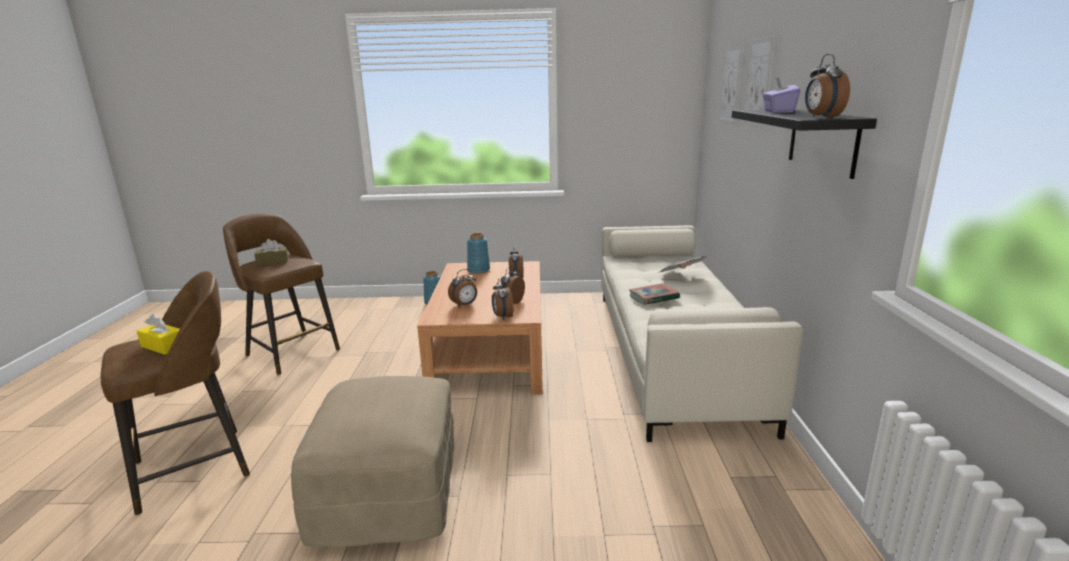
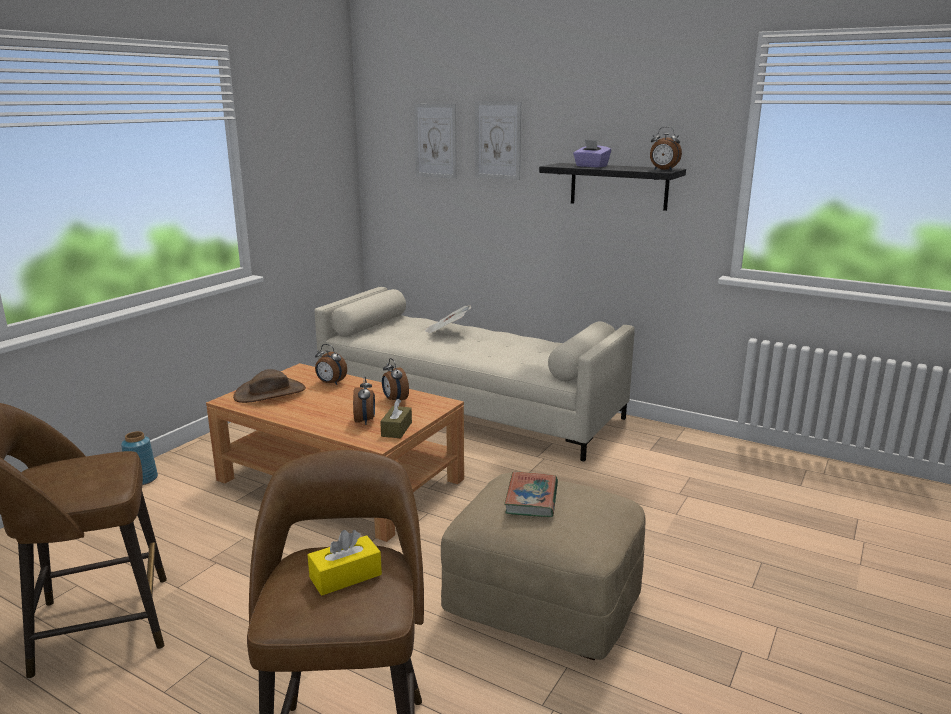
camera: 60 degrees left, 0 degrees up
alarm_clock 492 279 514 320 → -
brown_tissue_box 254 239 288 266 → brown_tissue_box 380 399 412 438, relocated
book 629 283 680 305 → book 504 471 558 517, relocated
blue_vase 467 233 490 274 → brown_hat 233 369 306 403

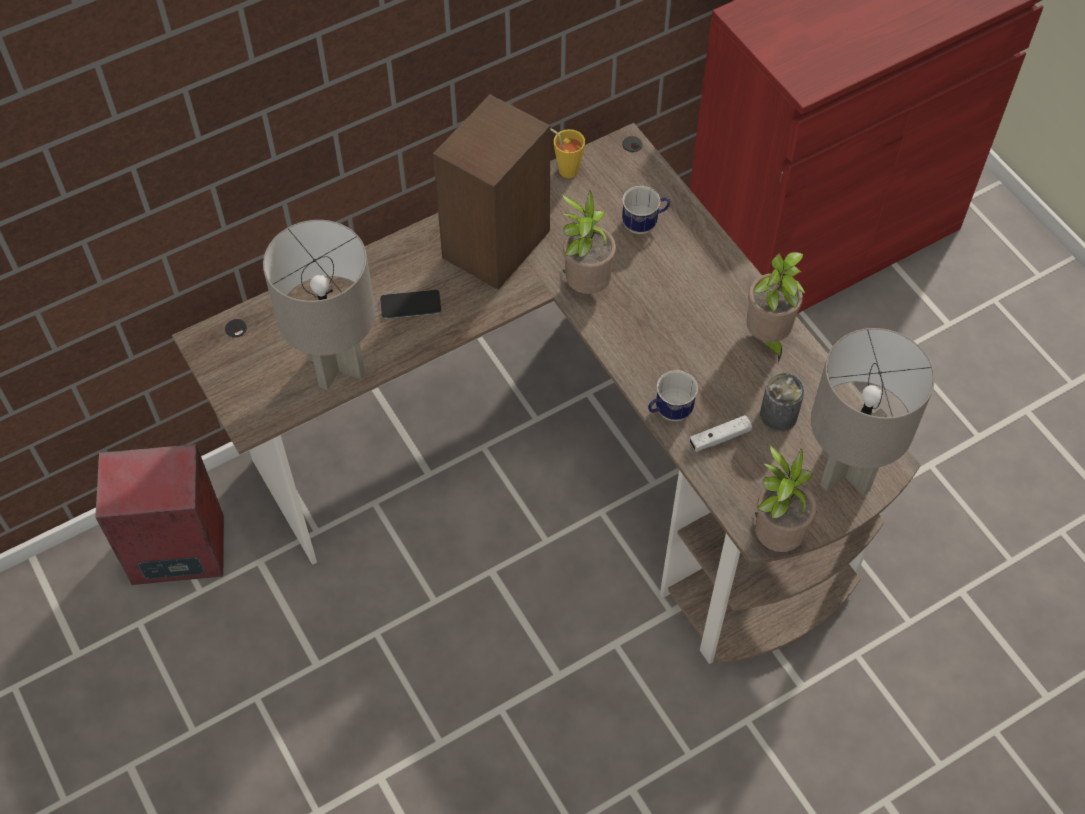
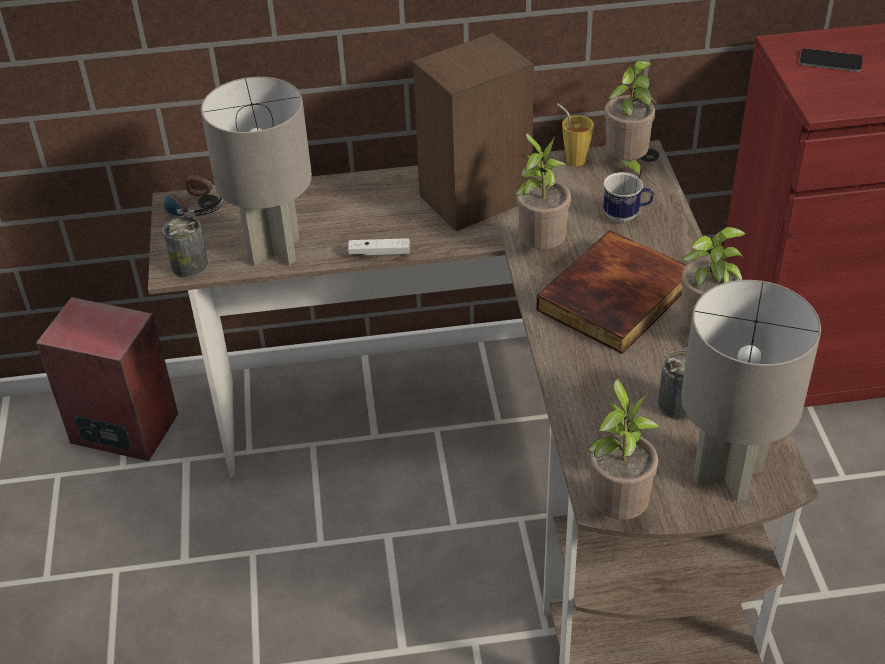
camera: 25 degrees right, 15 degrees down
mug 648 370 698 421 → -
- → can 163 216 208 278
- → headphones 164 175 223 217
- → book 537 230 686 354
- → potted_plant 604 61 657 178
phone 380 290 442 319 → phone 799 49 863 72, relocated
white_game_controller 689 415 752 452 → white_game_controller 348 238 410 256, relocated

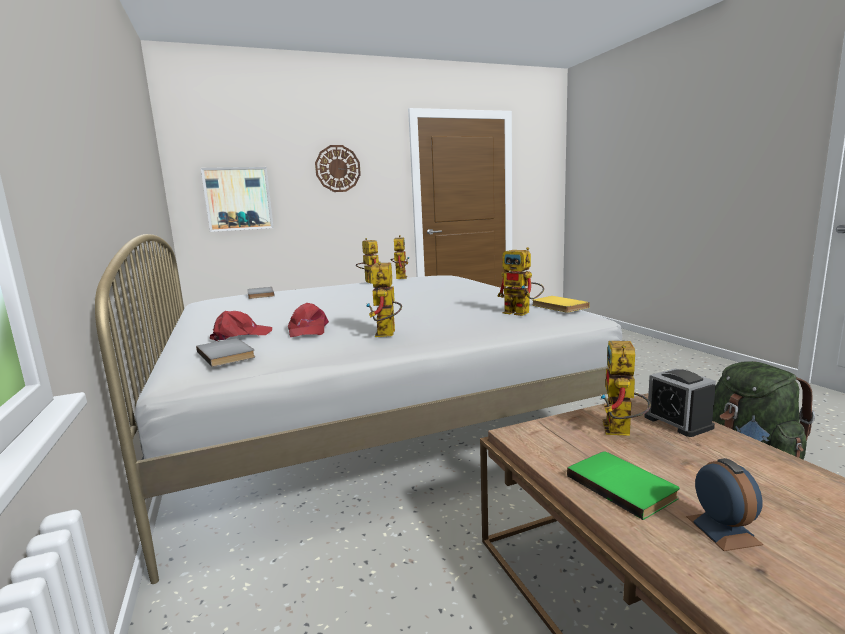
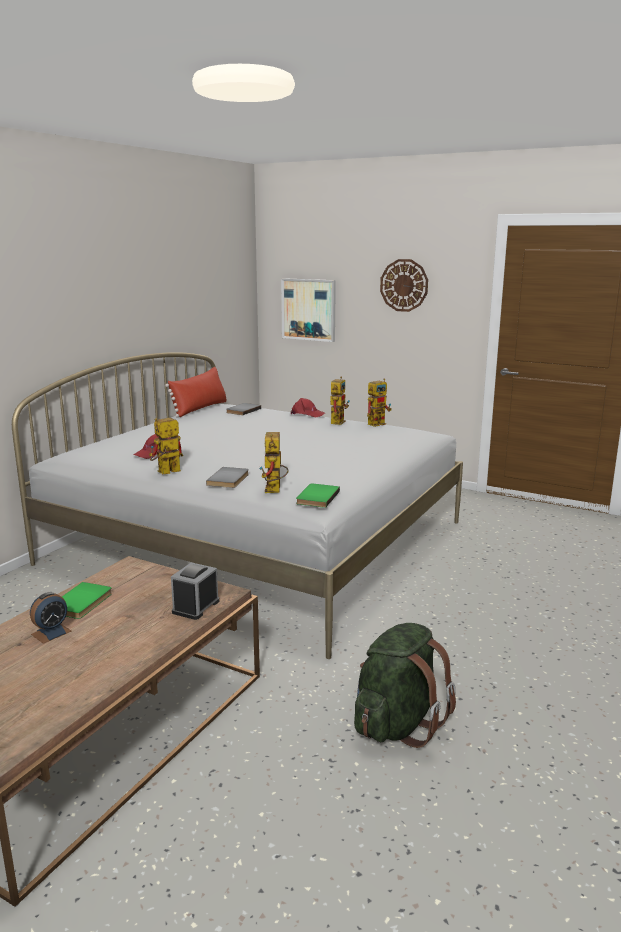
camera: 50 degrees right, 5 degrees up
toy_robot 600 341 651 436 → -
- → red_pillow 165 367 227 418
grey_book 196 338 255 367 → grey_book 206 467 249 488, relocated
red_cap 210 311 272 341 → red_cap 291 398 325 417, relocated
yellow_book 532 296 590 312 → green_book 296 483 340 508

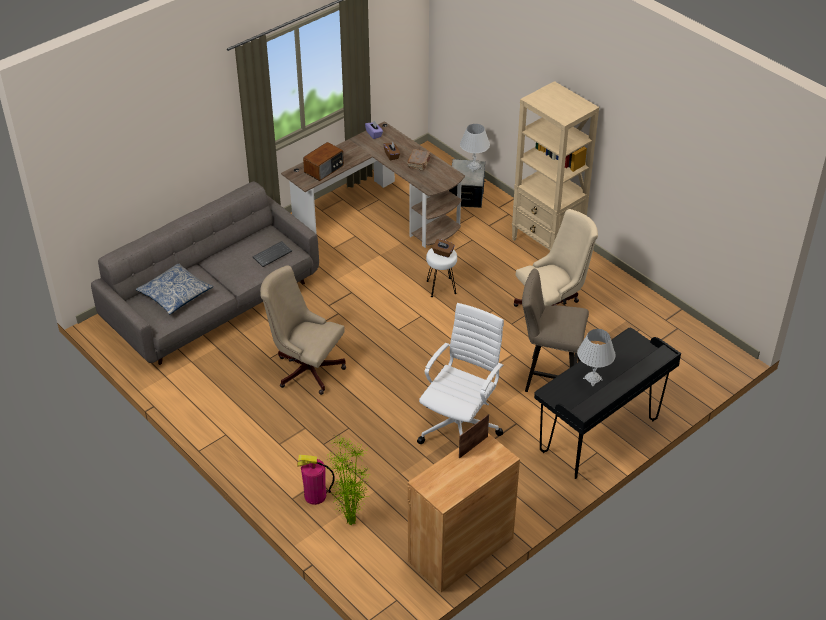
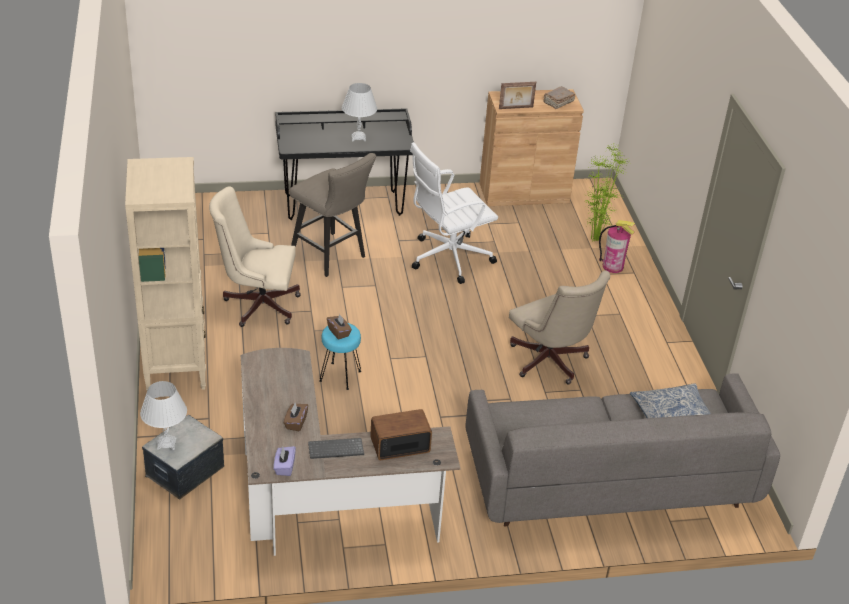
camera: 150 degrees left, 5 degrees down
keyboard 253 241 292 267 → keyboard 308 438 364 459, relocated
brown_book 407 149 431 170 → brown_book 543 86 575 109, relocated
white_stool 426 248 457 297 → turquoise_stool 319 323 361 390

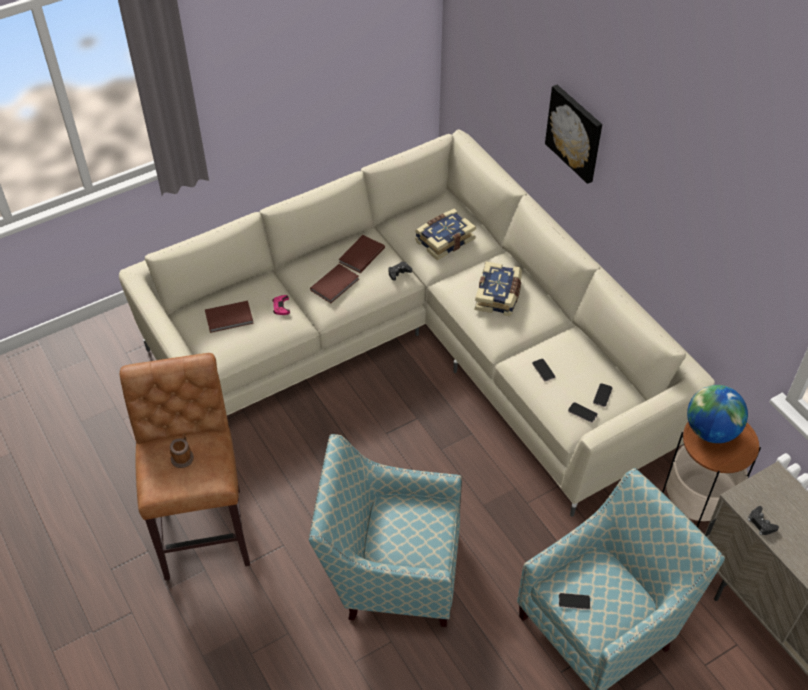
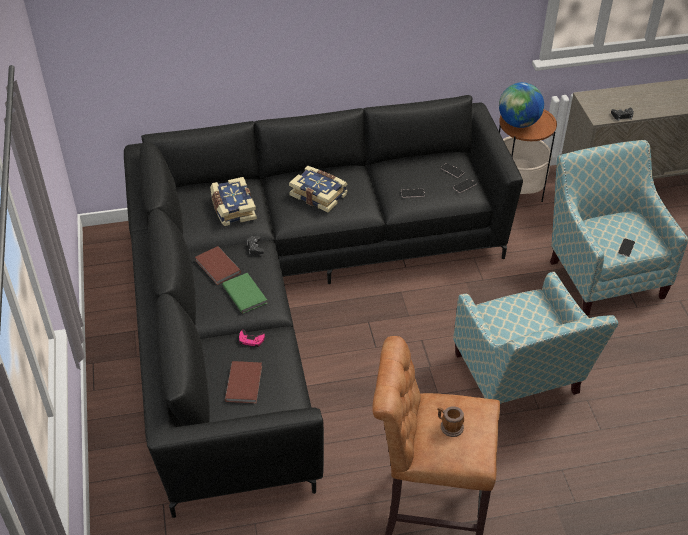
camera: 70 degrees left, 5 degrees down
picture 545 85 602 184 → -
beige_sofa 119 130 715 517 → black_sofa 124 95 523 518
brown_book 310 264 359 303 → green_book 222 273 267 314
armchair 309 434 462 627 → armchair 453 272 618 404, 45 degrees counterclockwise

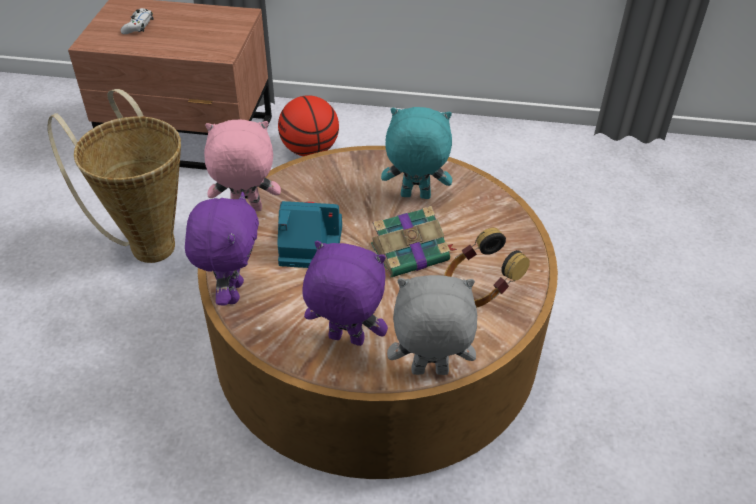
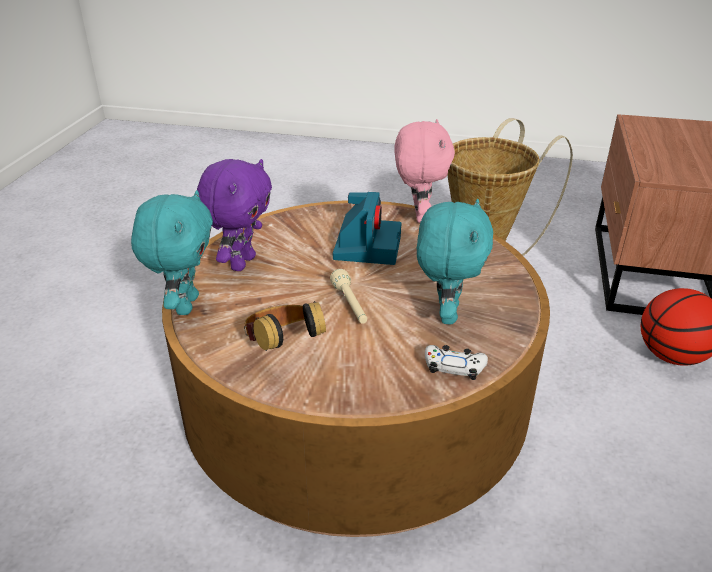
camera: 95 degrees right, 10 degrees down
purple_plush_toy 185 192 259 305 → -
white_game_controller 121 8 153 34 → white_game_controller 425 345 488 380, relocated
book 371 206 457 277 → beige_flashlight 330 269 367 324
grey_plush_toy 387 275 477 375 → turquoise_plush_toy 131 190 213 315

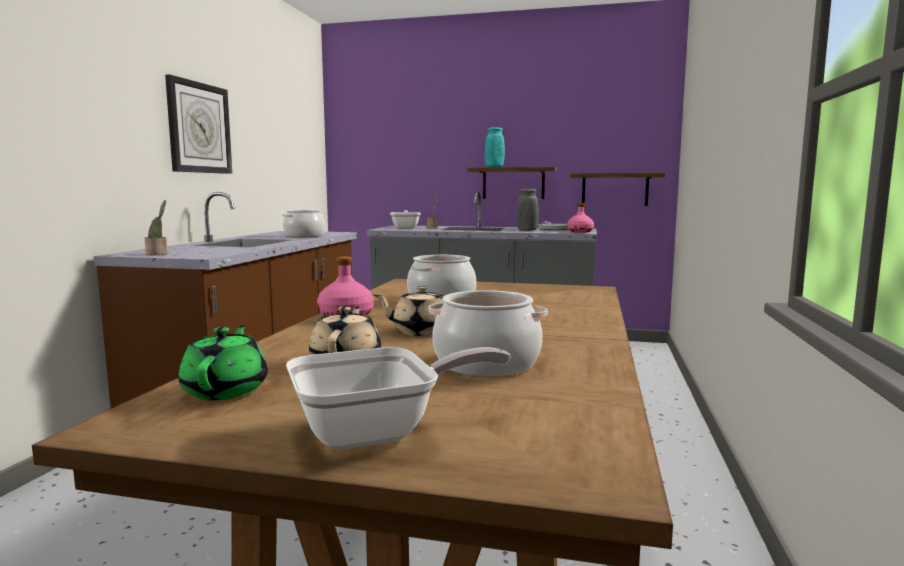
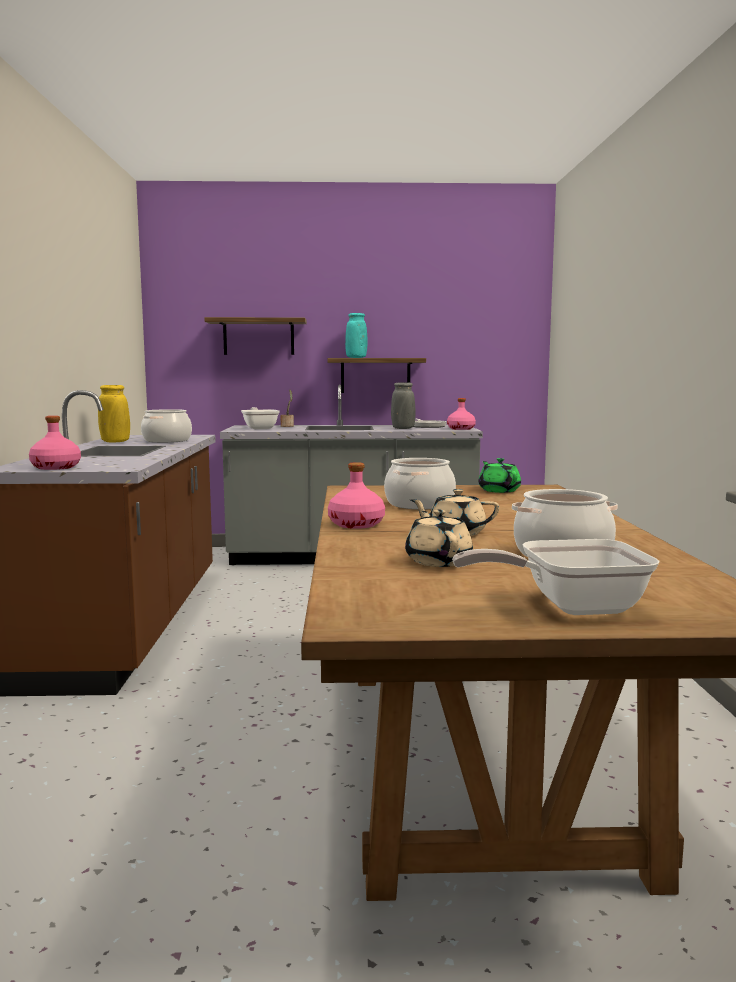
camera: 15 degrees left, 0 degrees up
wall_clock 165 74 232 174 → -
- → yellow_vase 98 385 130 442
green_teapot 178 325 268 400 → green_teapot 478 458 521 493, relocated
shelf 570 173 665 206 → shelf 204 317 307 355, relocated
potted_plant 144 200 167 255 → pink_bottle 29 416 81 470
frying_pan 286 347 510 450 → frying_pan 452 539 660 615, 150 degrees counterclockwise

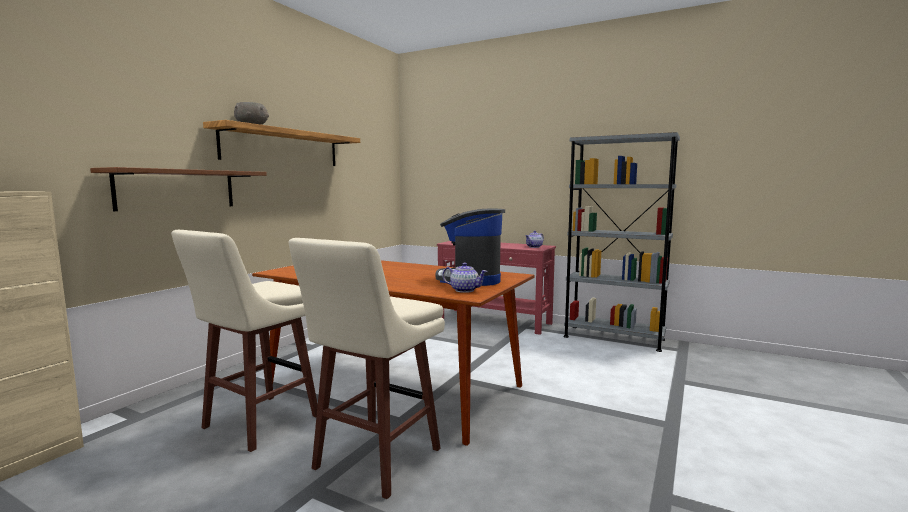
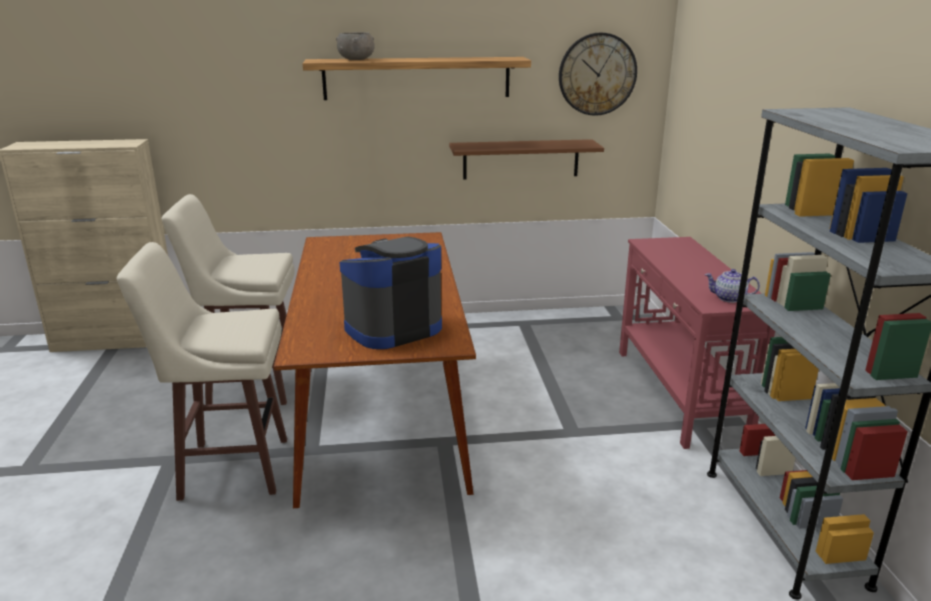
camera: 55 degrees right, 15 degrees up
teapot 442 263 488 293 → -
- → wall_clock 559 32 637 116
brown_shelf 90 167 267 211 → brown_shelf 449 139 604 179, relocated

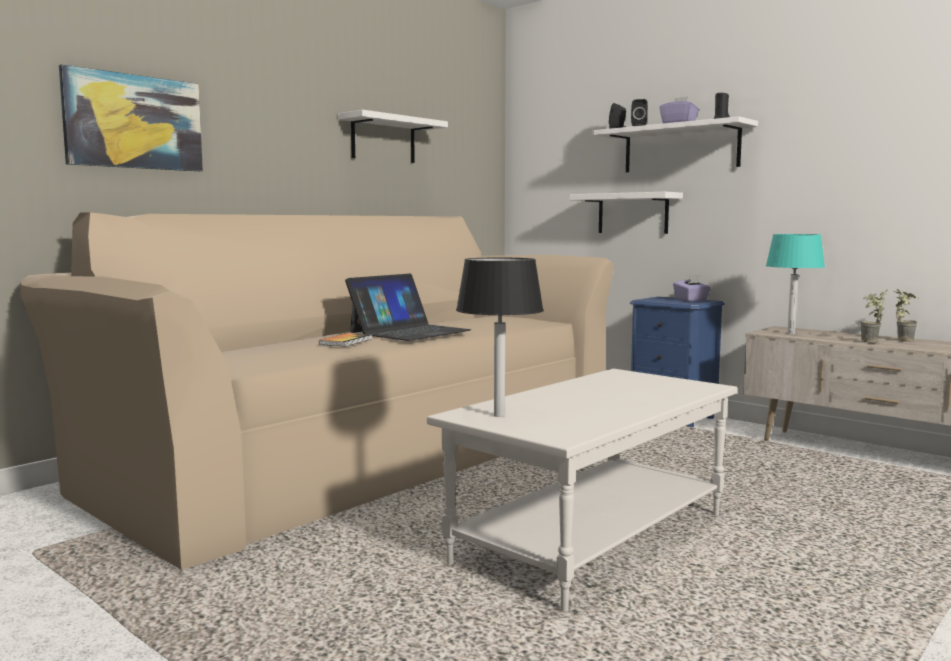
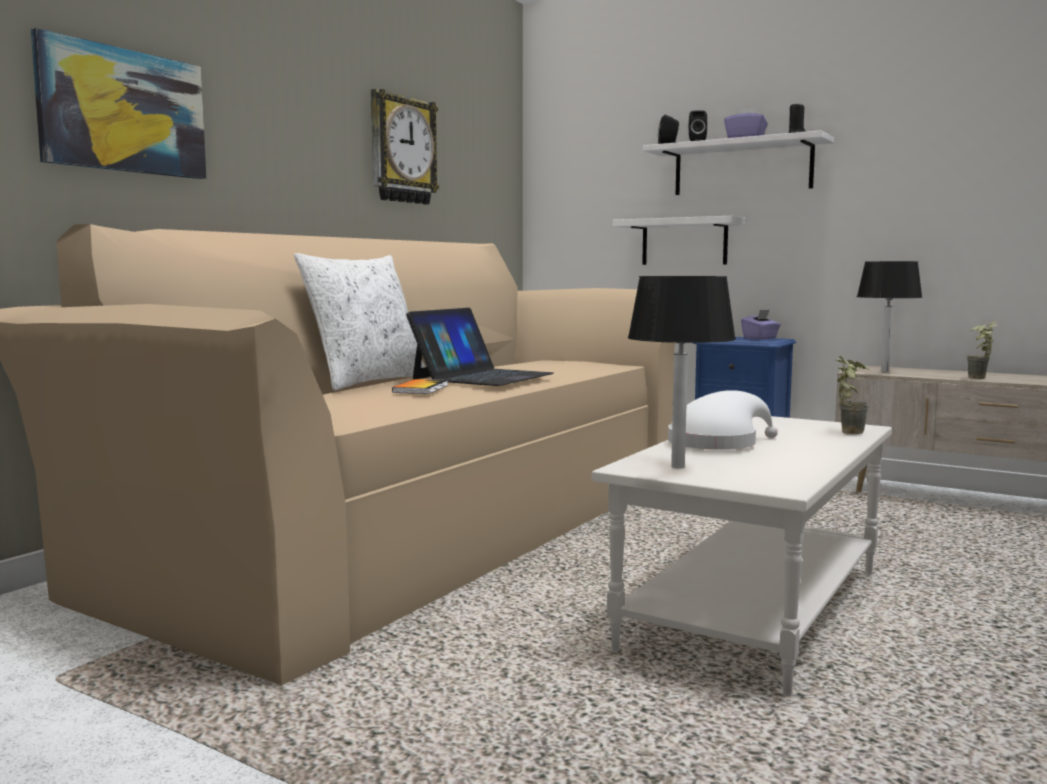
camera: 10 degrees left, 0 degrees up
- → white_pillow 294 253 425 390
- → white_hat 668 390 778 450
potted_plant 894 289 918 342 → potted_plant 835 356 869 434, relocated
white_shelf 338 110 448 163 → wall_clock 371 89 439 204
turquoise_table_lamp 766 234 825 334 → black_table_lamp 857 261 923 372

